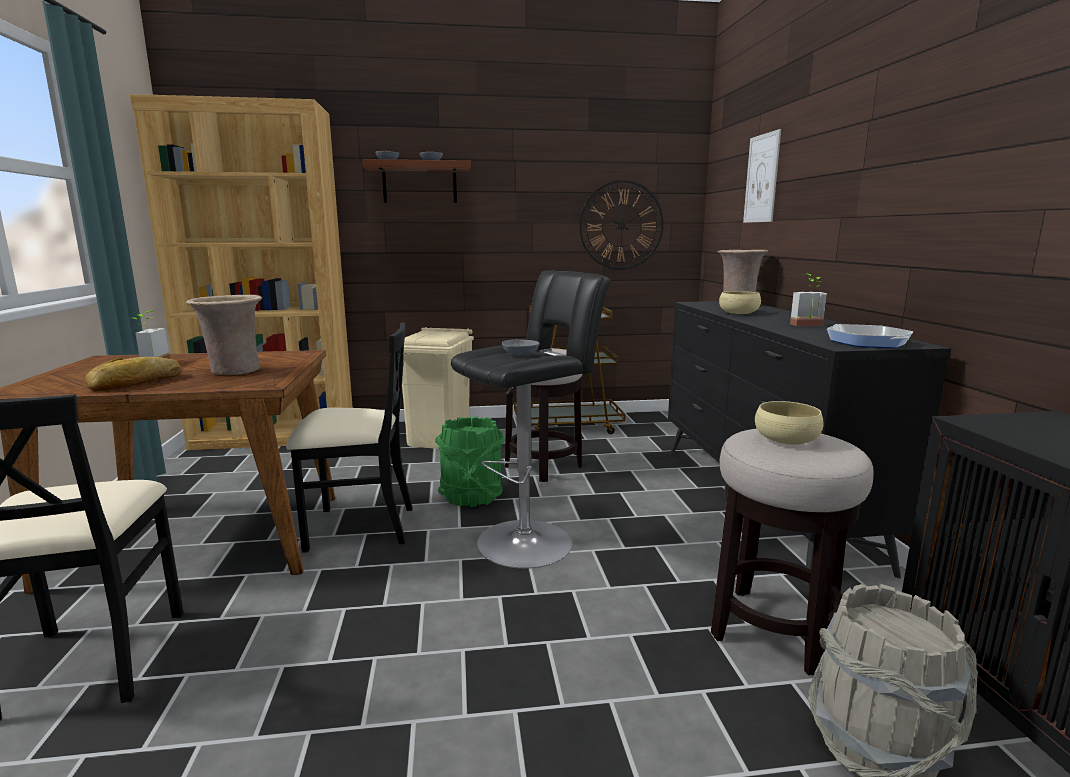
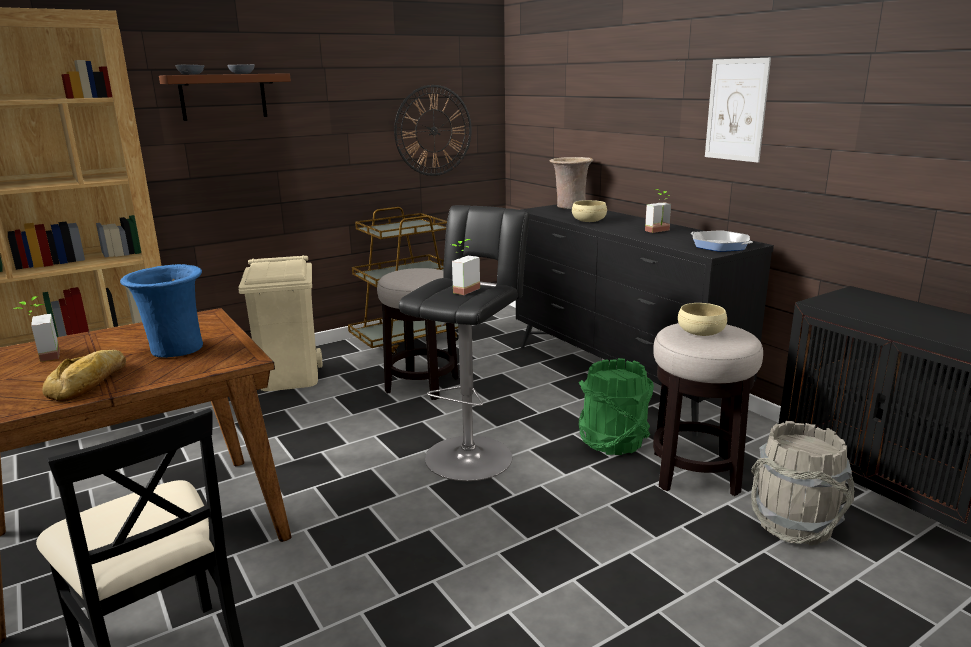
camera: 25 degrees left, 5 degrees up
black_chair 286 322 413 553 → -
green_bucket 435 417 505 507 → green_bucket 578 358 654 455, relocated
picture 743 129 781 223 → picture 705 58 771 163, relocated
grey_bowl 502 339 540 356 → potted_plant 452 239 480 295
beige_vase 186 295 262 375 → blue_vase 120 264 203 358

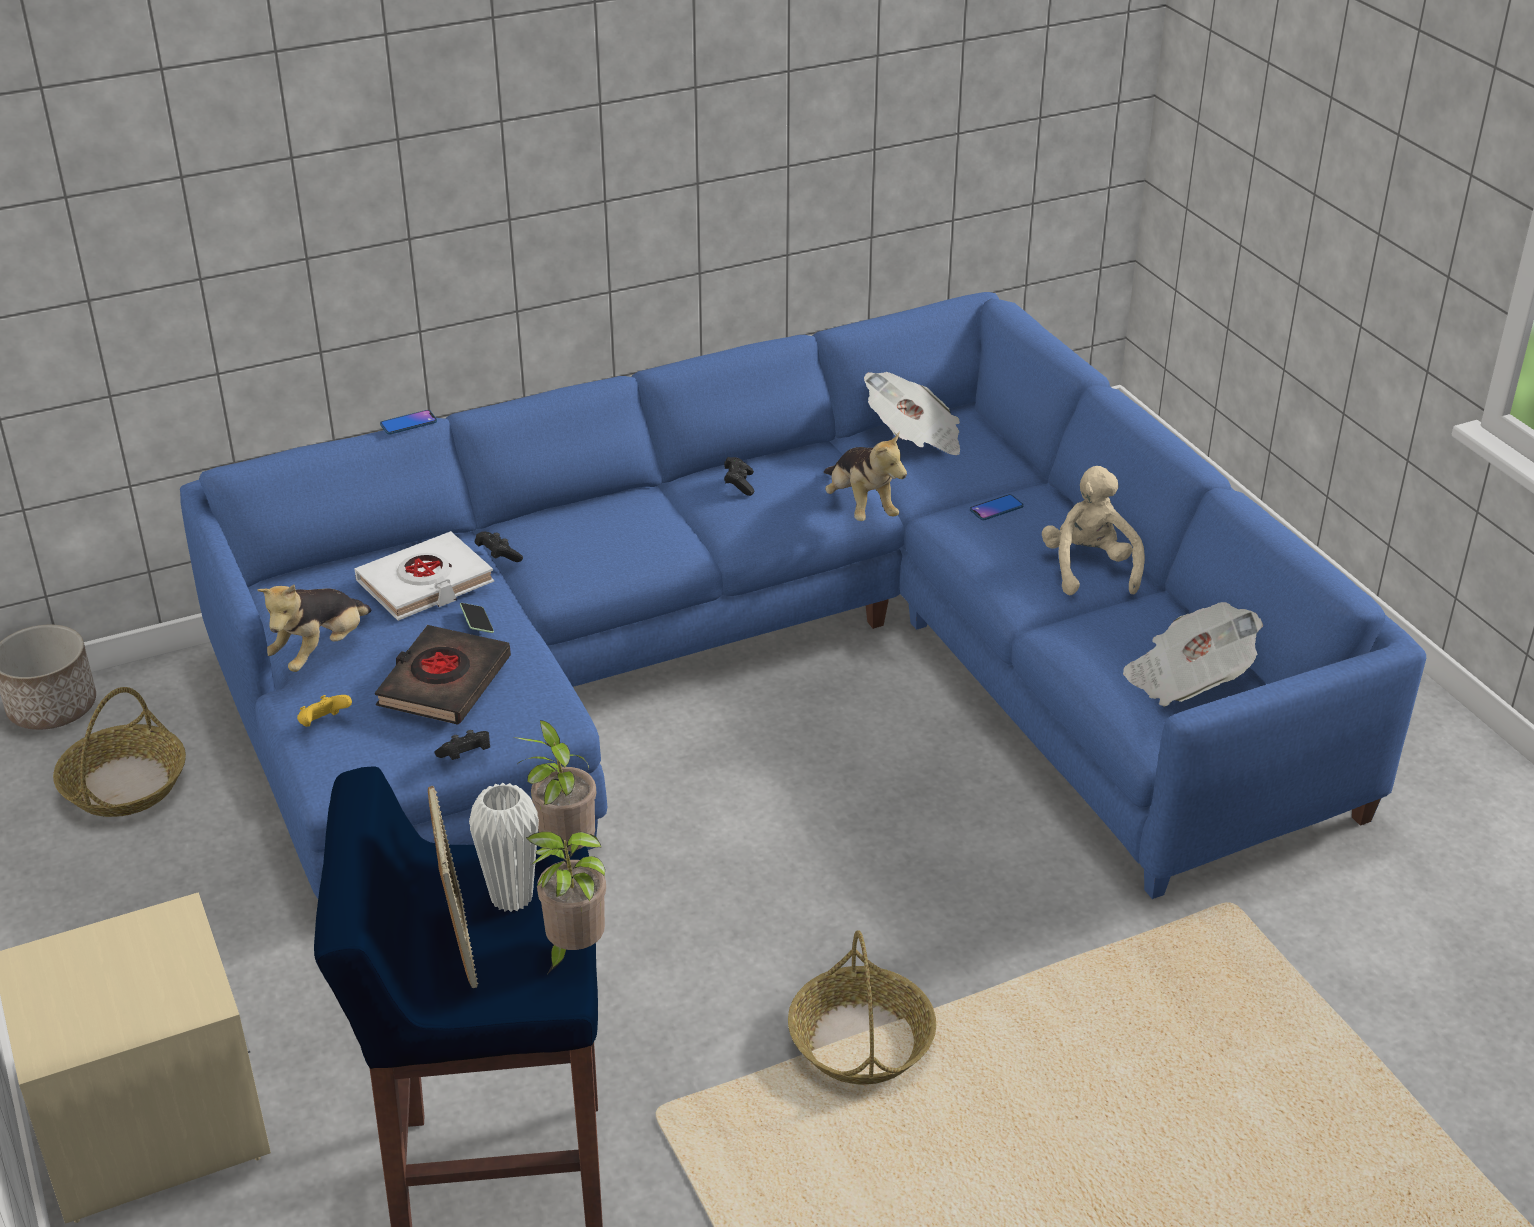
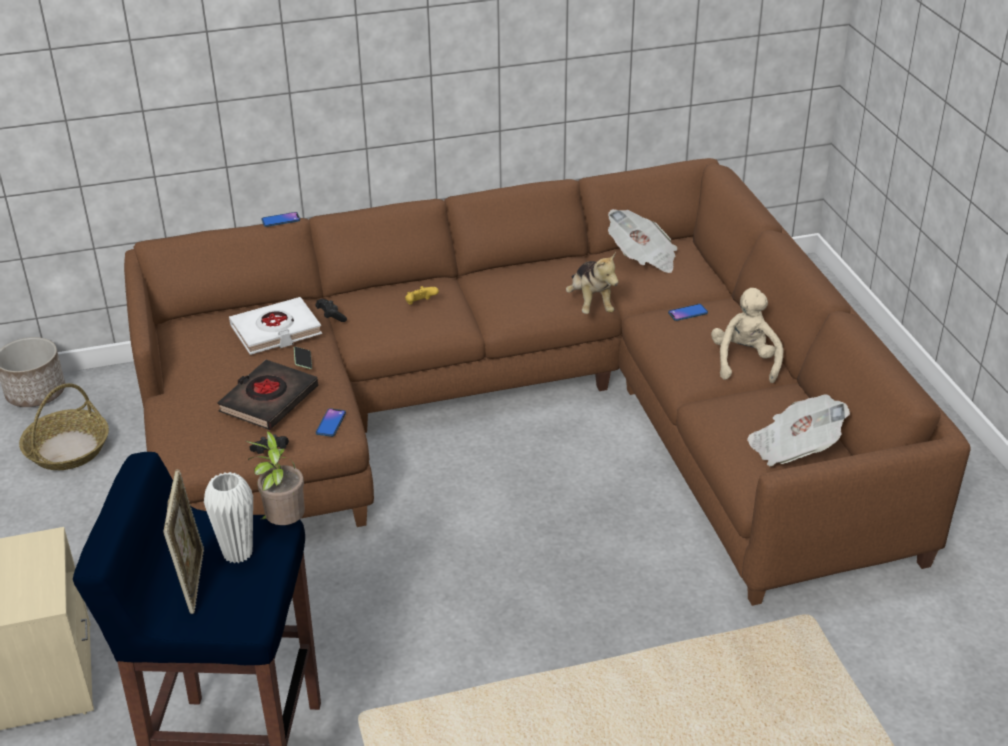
camera: 10 degrees right, 0 degrees up
plush_toy 257 585 371 672 → -
potted_plant 526 832 606 973 → -
black_game_controller 724 457 754 496 → -
basket 788 930 936 1085 → -
- → phone 316 408 346 437
yellow_game_controller 297 695 352 727 → yellow_game_controller 405 286 439 305, relocated
blue_sofa 180 292 1426 899 → brown_sofa 124 158 970 606

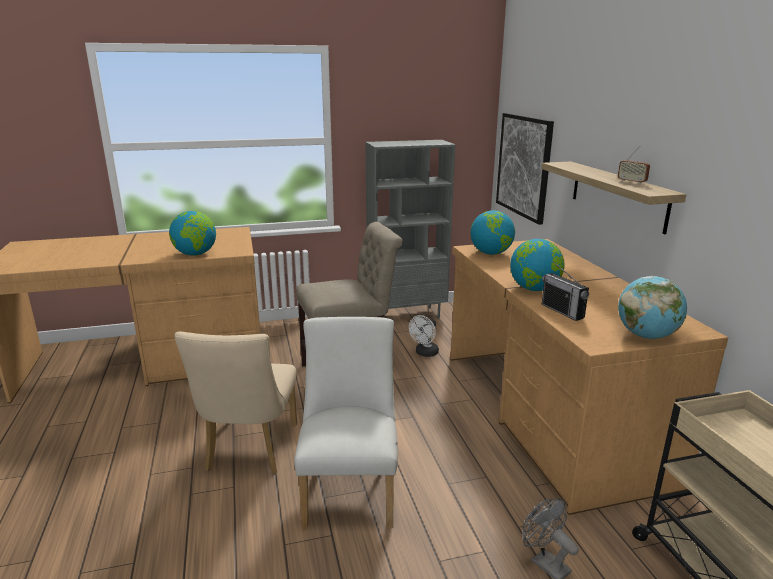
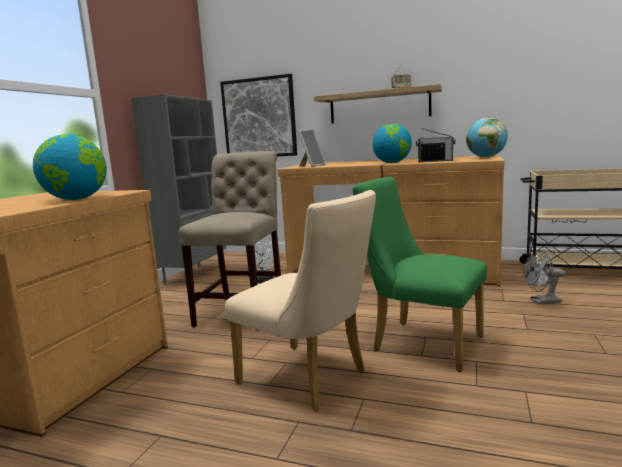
camera: 55 degrees left, 10 degrees down
globe 470 210 515 255 → picture_frame 298 130 326 167
white_chair 294 317 398 529 → green_chair 352 177 487 372

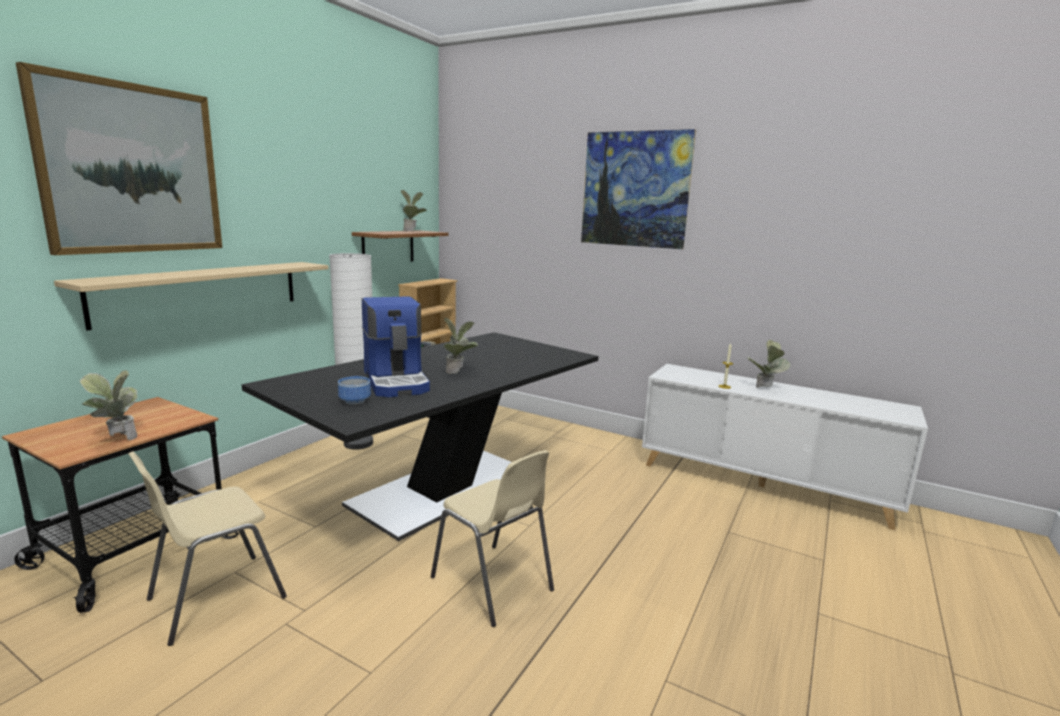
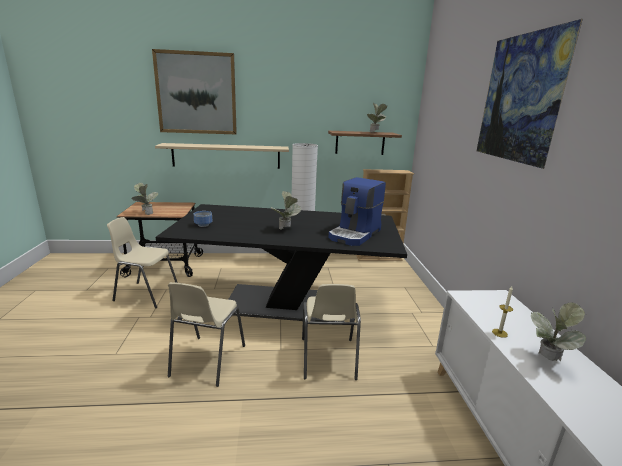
camera: 55 degrees right, 5 degrees up
- → beige_chair 302 284 361 380
coffee_machine 362 296 430 397 → coffee_machine 328 177 386 246, relocated

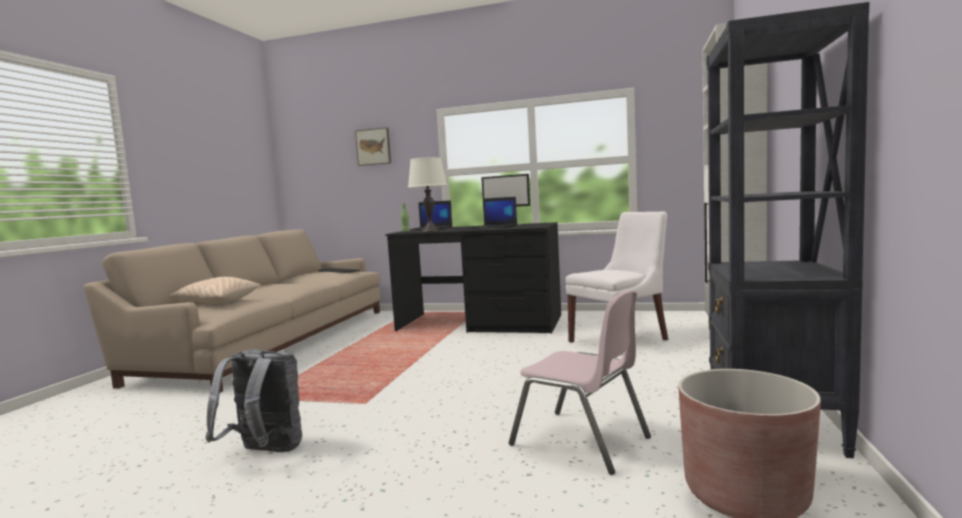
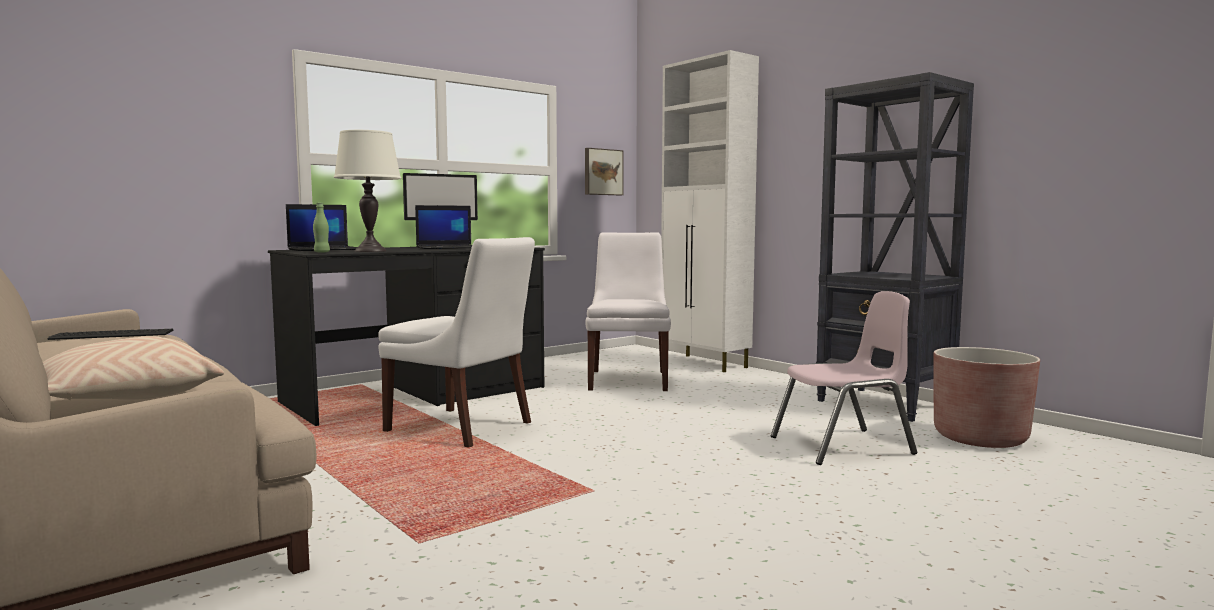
camera: 55 degrees left, 0 degrees up
grey_backpack 205 349 302 452 → -
- → white_chair 378 237 535 448
picture 355 127 391 166 → picture 585 148 624 195, relocated

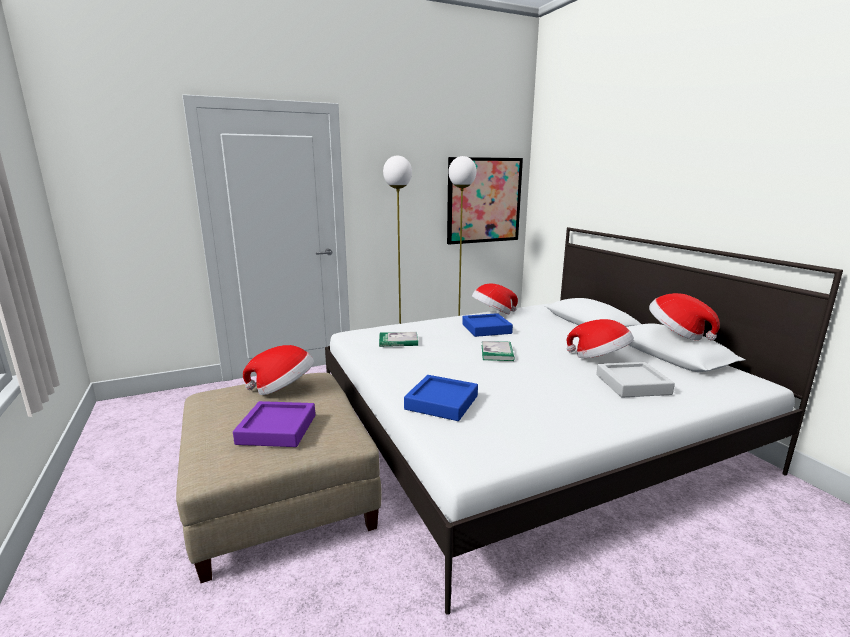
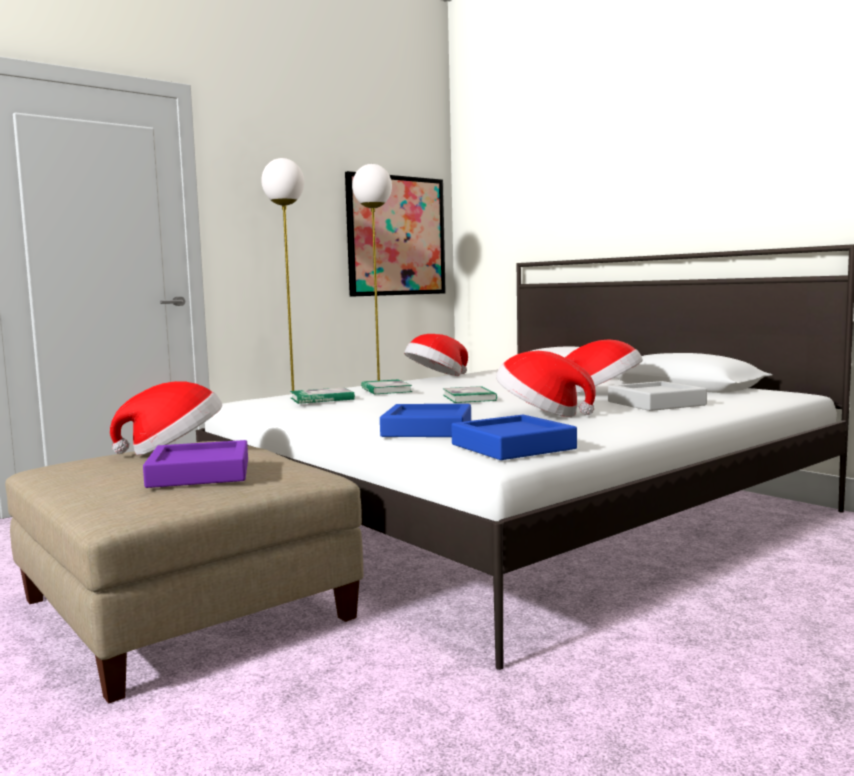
camera: 15 degrees left, 10 degrees down
- → book 361 379 412 395
blue_tray 462 313 513 337 → blue_tray 451 415 577 460, relocated
hat 649 293 720 341 → hat 496 351 596 417, relocated

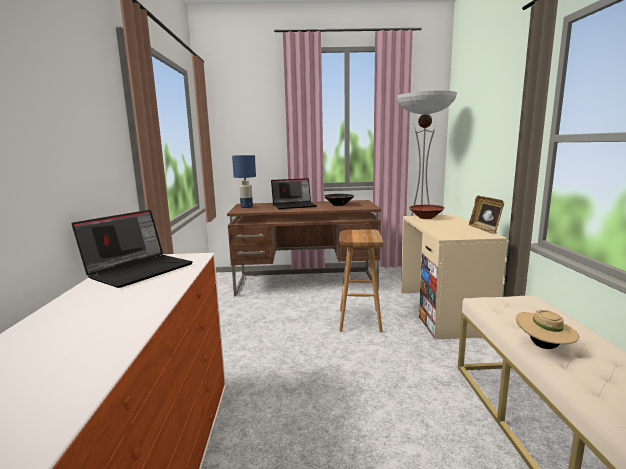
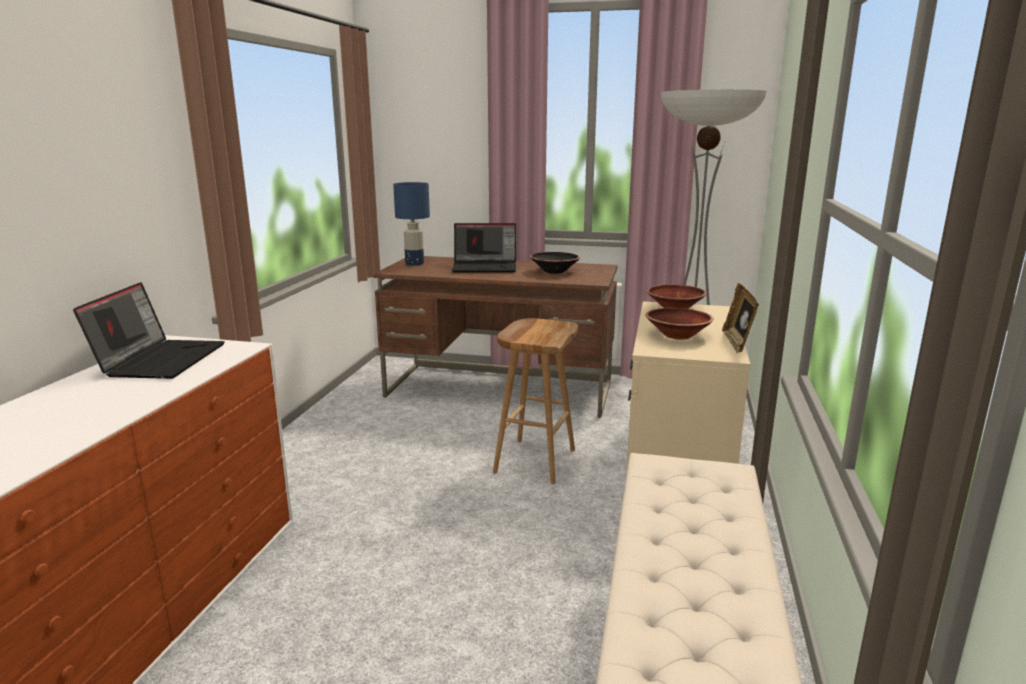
camera: 15 degrees right, 5 degrees up
beige_hat 516 310 579 349 → -
- → brown_bowl 645 308 714 340
laptop 72 210 193 288 → laptop 73 282 225 379, 45 degrees counterclockwise

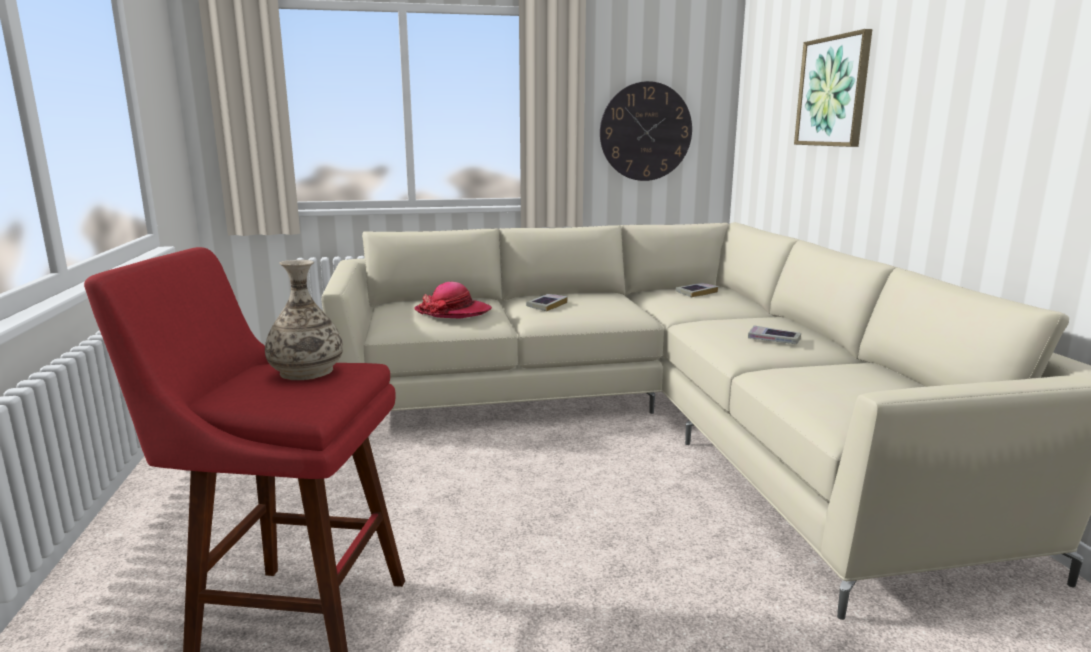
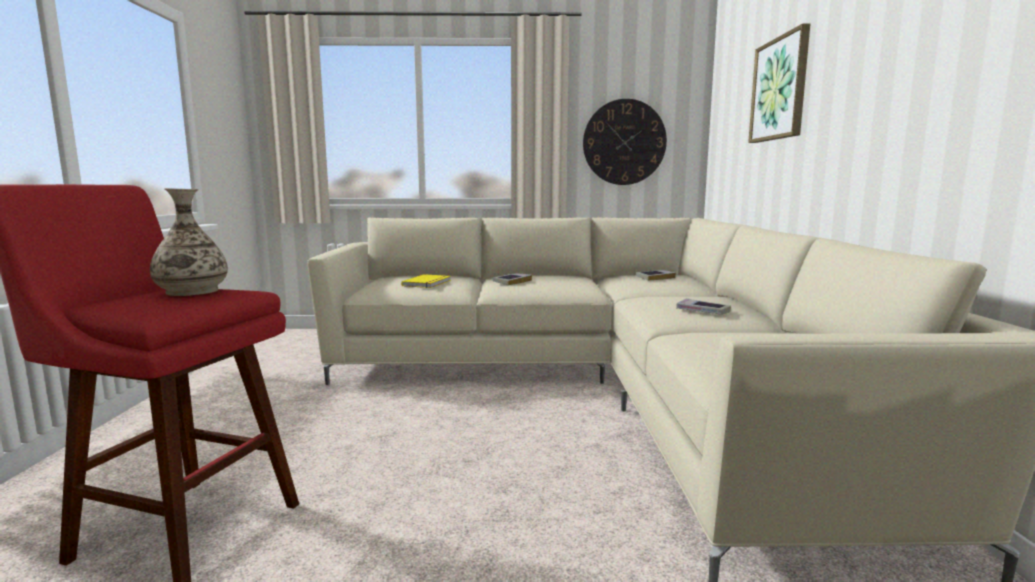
camera: 10 degrees right, 5 degrees down
hat 414 282 492 319 → yellow_book 401 274 451 288

